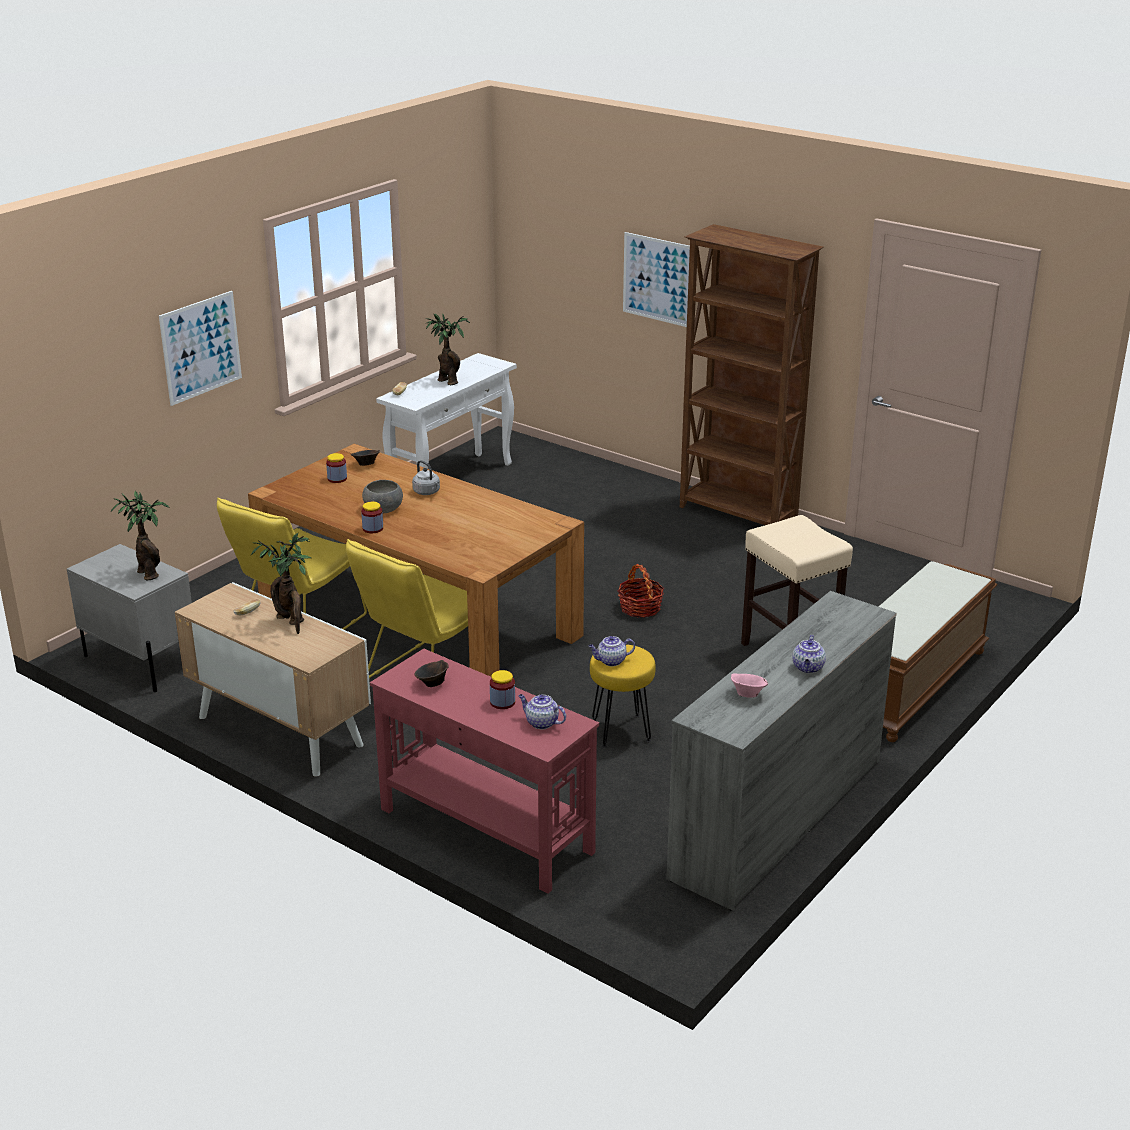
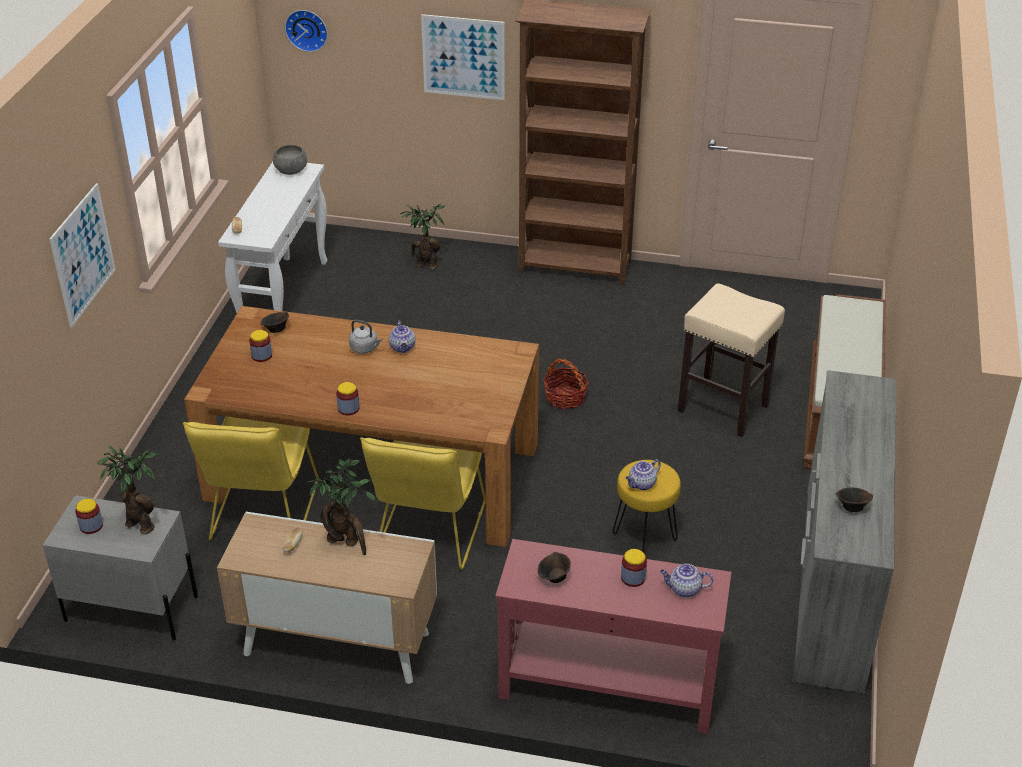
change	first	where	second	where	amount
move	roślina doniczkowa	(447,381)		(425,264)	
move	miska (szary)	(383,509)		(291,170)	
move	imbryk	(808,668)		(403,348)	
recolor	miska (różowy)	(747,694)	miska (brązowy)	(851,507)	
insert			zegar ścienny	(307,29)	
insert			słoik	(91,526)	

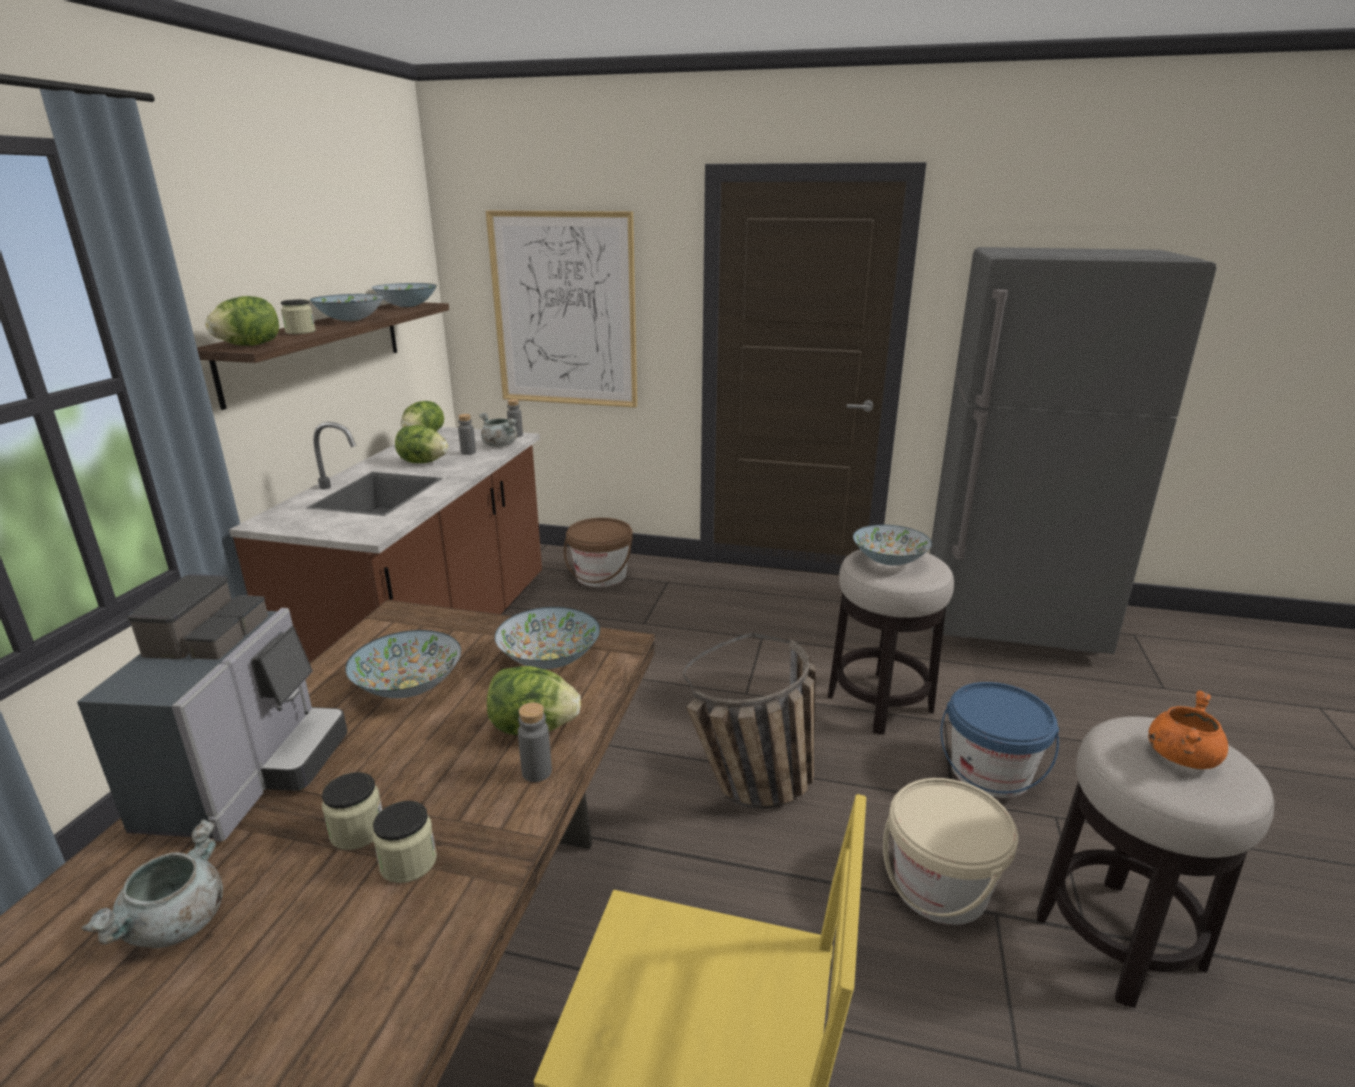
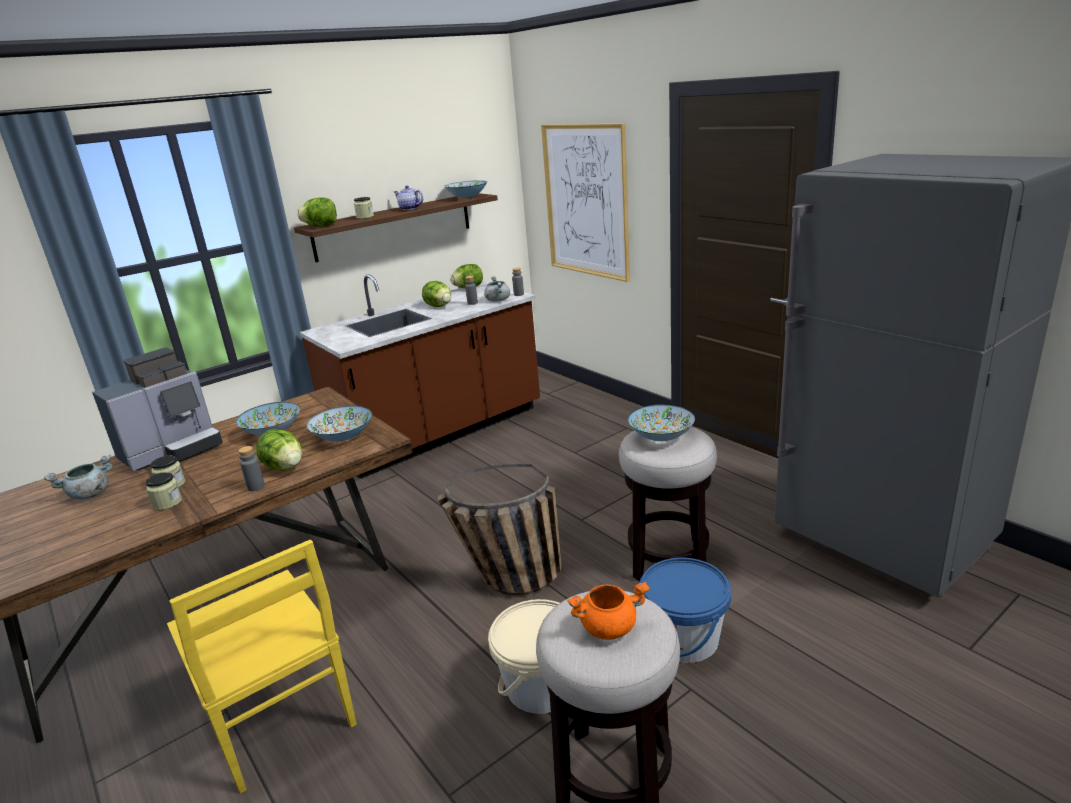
change	first	where	second	where	amount
replace	miska	(350,320)	imbryk	(409,208)	
delete	wiadro (brązowy)	(601,576)			

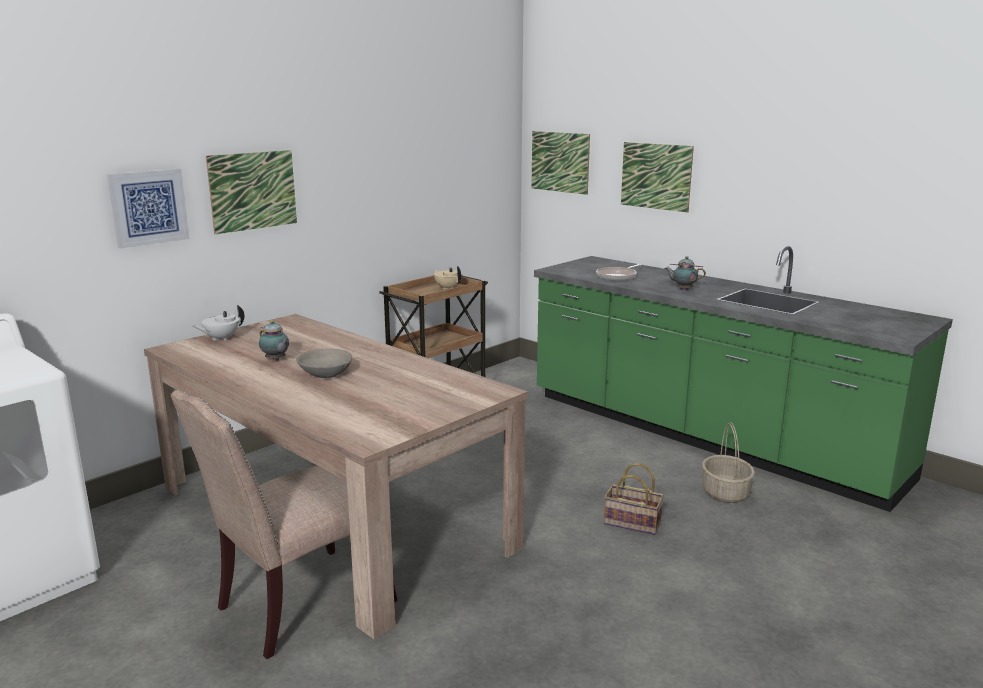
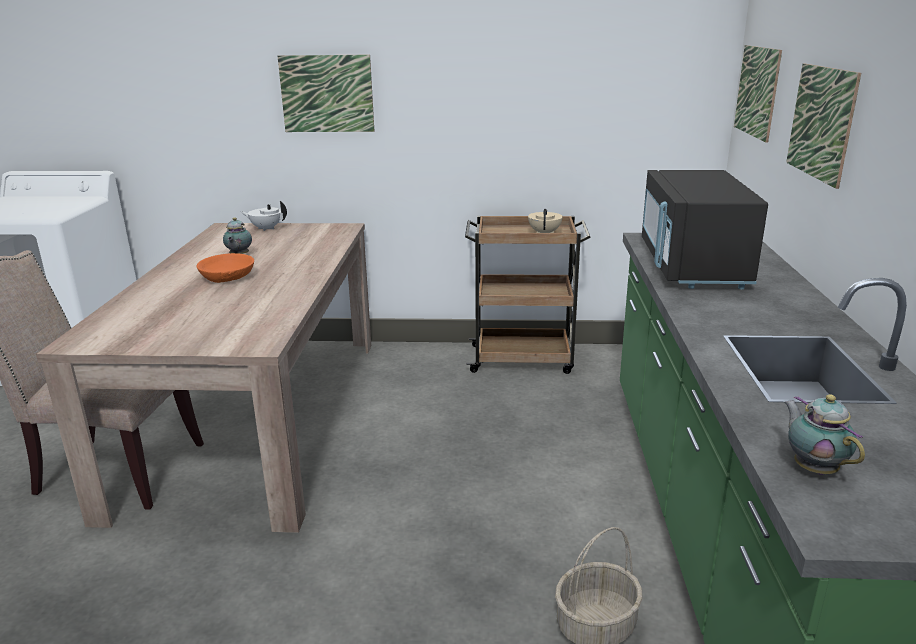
change	first	where	second	where	amount
delete	obraz	(148,207)			
move	imbryk	(683,289)		(813,468)	
replace	patelnia	(618,277)	mikrofalówka (czarny)	(692,266)	
recolor	miska (szary)	(325,373)	miska (pomarańczowy)	(227,277)	
delete	koszyk	(630,523)			

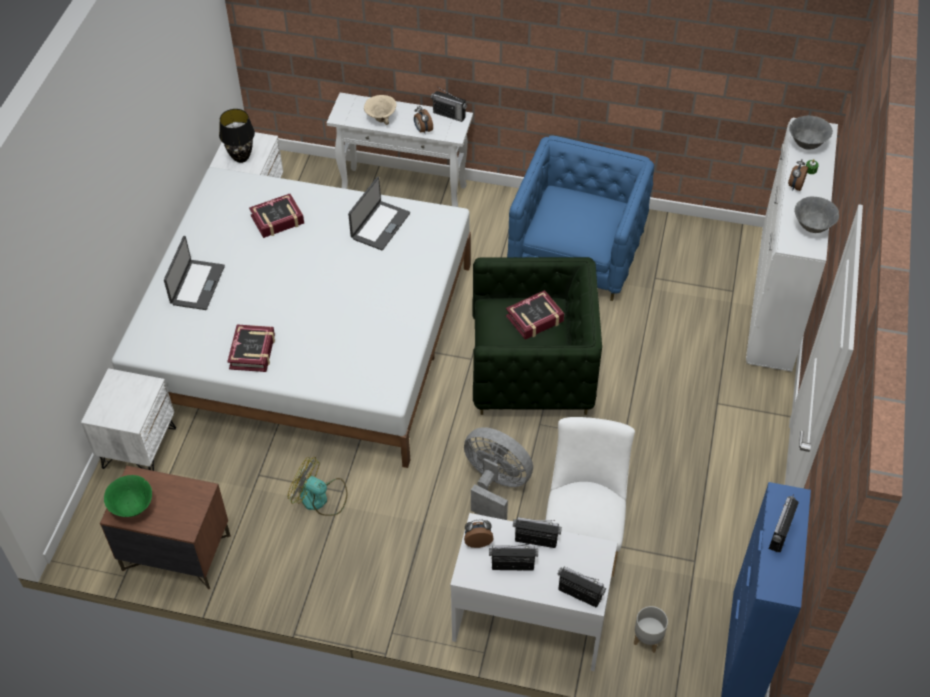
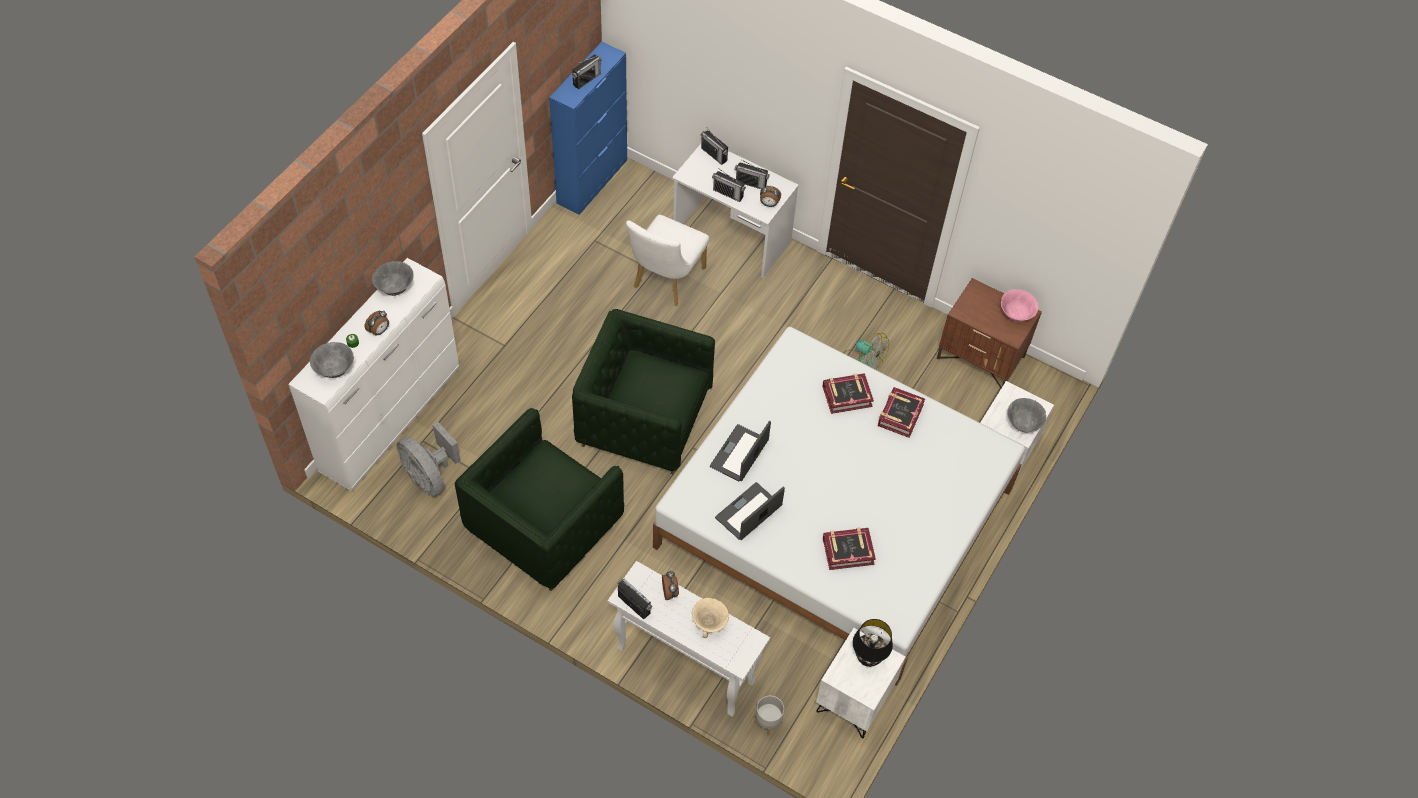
change	first	where	second	where	amount
recolor	fotel (niebieski)	(577,253)	fotel (zielony)	(544,526)	
move	laptop	(197,285)		(740,454)	
move	książka	(535,319)		(847,396)	
move	wentylator (szary)	(495,486)		(430,477)	
recolor	miska (zielony)	(132,507)	miska (różowy)	(1016,315)	
move	donica (szary)	(648,639)		(767,723)	
insert			miska (szary)	(1023,424)	

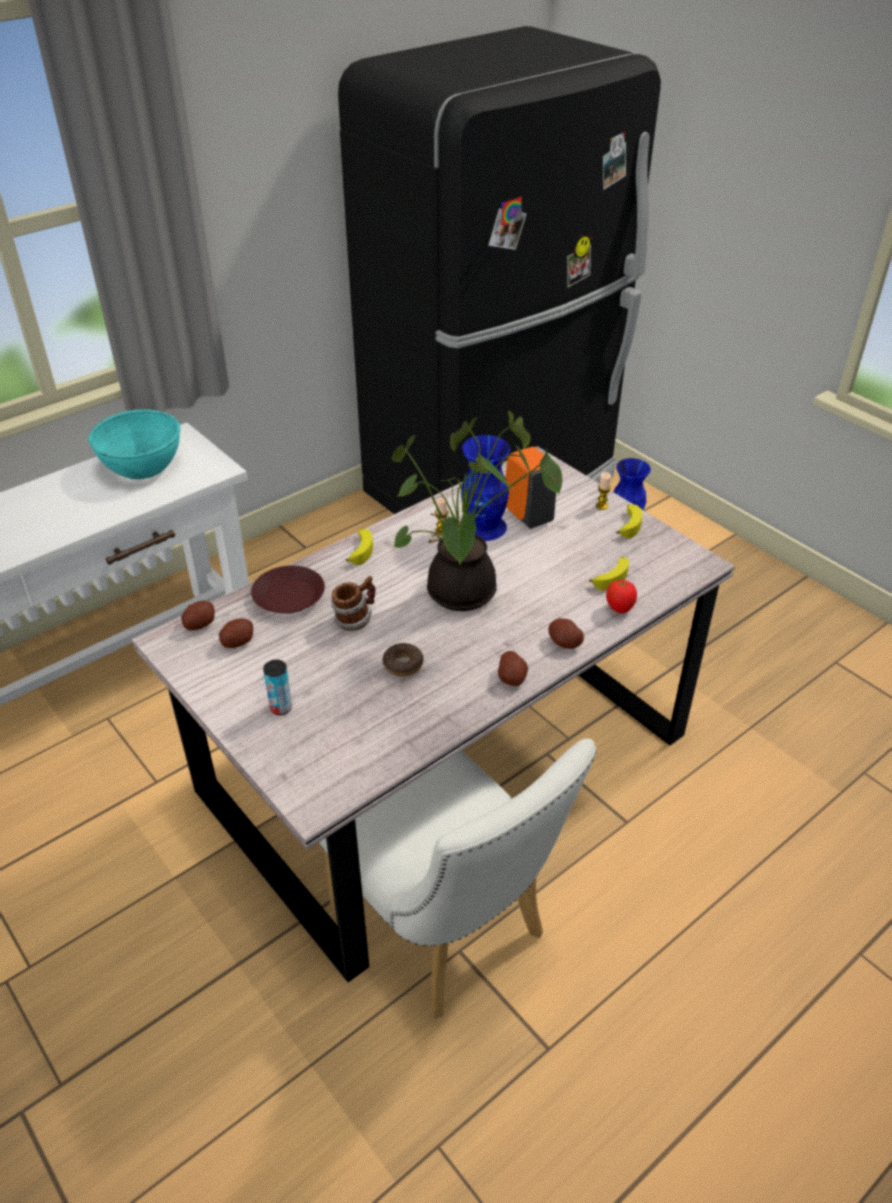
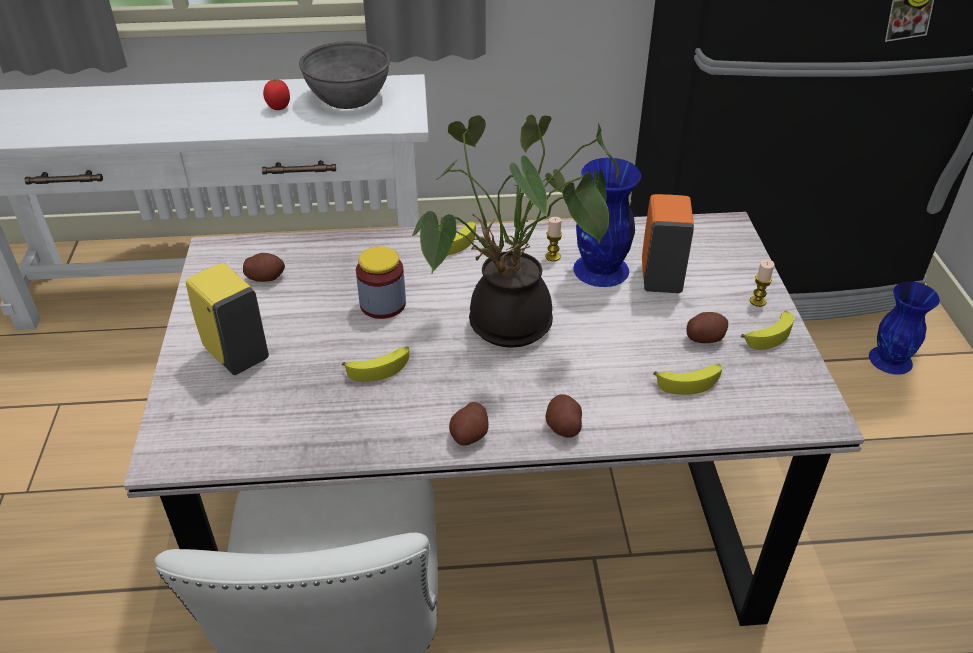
change	first	where	second	where	amount
recolor	miska (turkusowy)	(142,466)	miska (szary)	(349,98)	
delete	talerz (brązowy)	(289,596)			
replace	kubek	(355,619)	słoik	(383,304)	
move	pomidor	(619,609)		(279,108)	
move	ziemniak	(200,624)		(704,338)	
replace	donut	(403,664)	banan	(380,367)	
replace	puszka	(281,708)	dozownik mydła (żółty)	(235,353)	

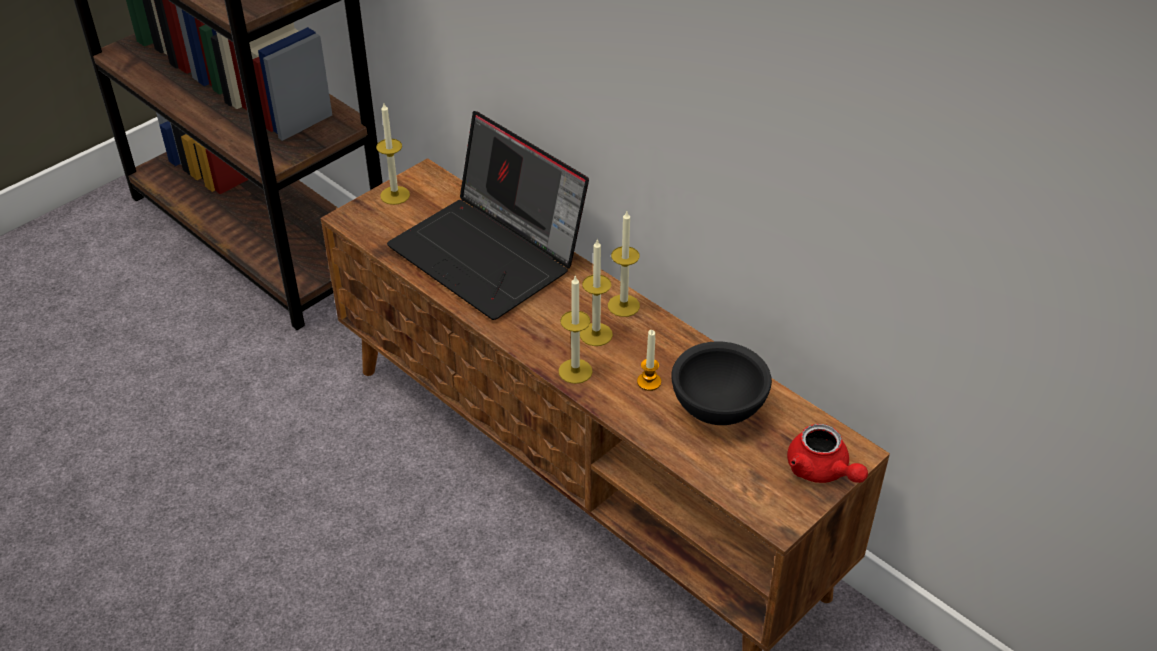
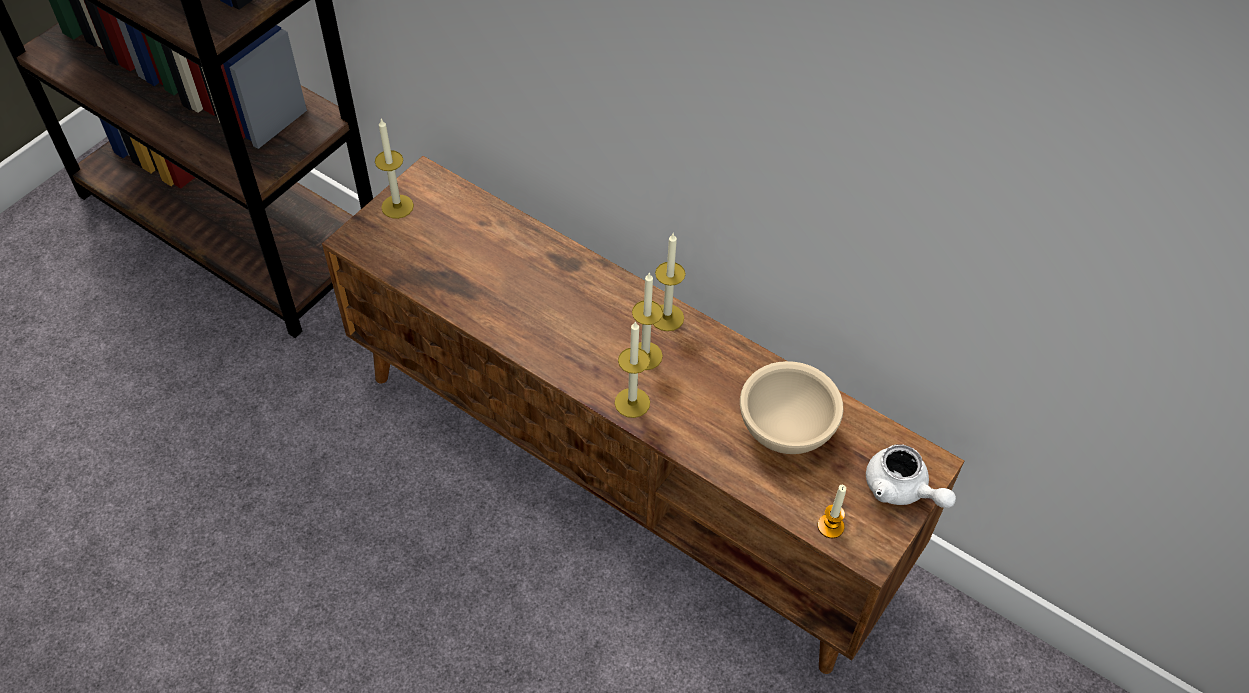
change	first	where	second	where	amount
delete	laptop	(490,255)			
move	świeca	(649,382)		(830,526)	
recolor	miska (czarny)	(719,408)	miska (beżowy)	(787,428)	
recolor	imbryk (czerwony)	(822,471)	imbryk (biały)	(902,490)	

